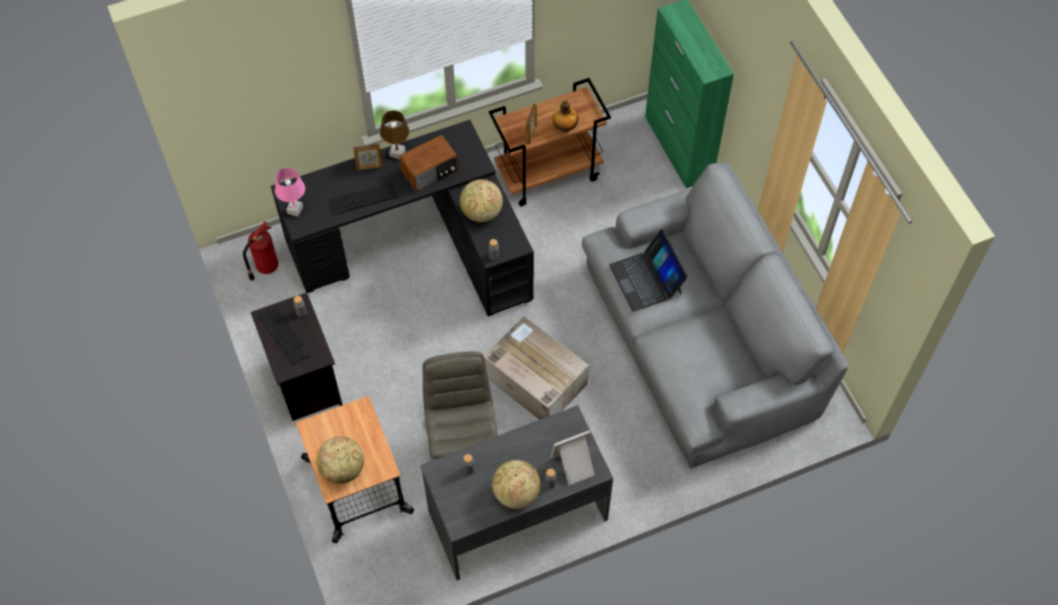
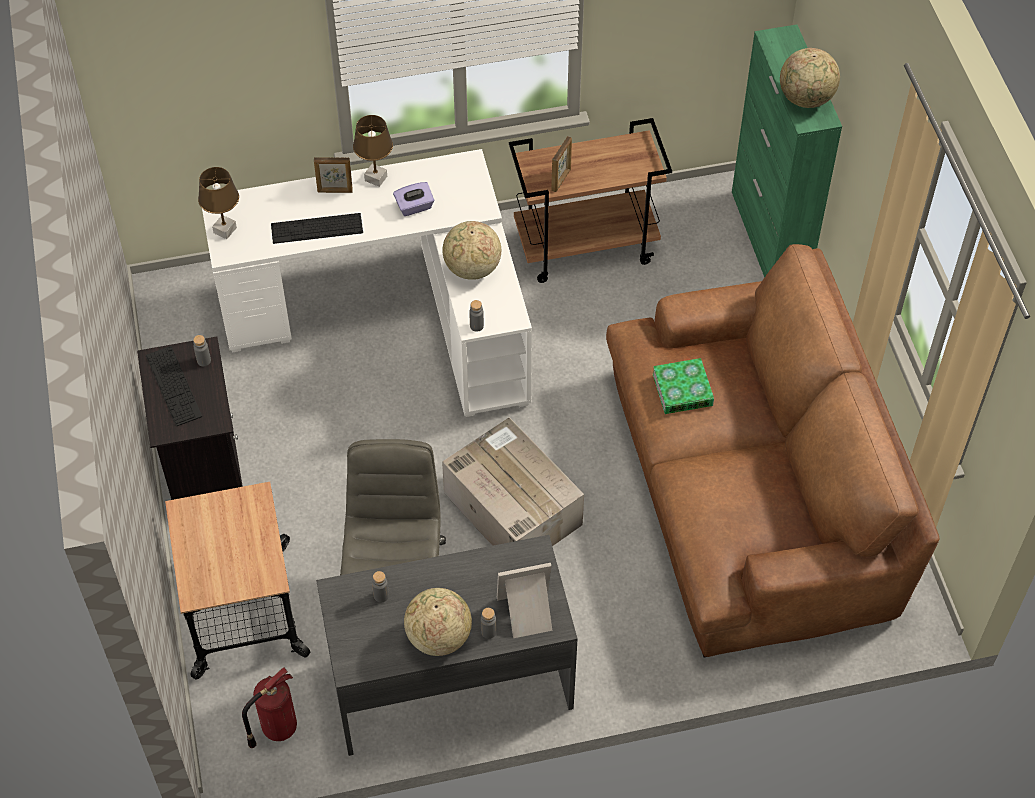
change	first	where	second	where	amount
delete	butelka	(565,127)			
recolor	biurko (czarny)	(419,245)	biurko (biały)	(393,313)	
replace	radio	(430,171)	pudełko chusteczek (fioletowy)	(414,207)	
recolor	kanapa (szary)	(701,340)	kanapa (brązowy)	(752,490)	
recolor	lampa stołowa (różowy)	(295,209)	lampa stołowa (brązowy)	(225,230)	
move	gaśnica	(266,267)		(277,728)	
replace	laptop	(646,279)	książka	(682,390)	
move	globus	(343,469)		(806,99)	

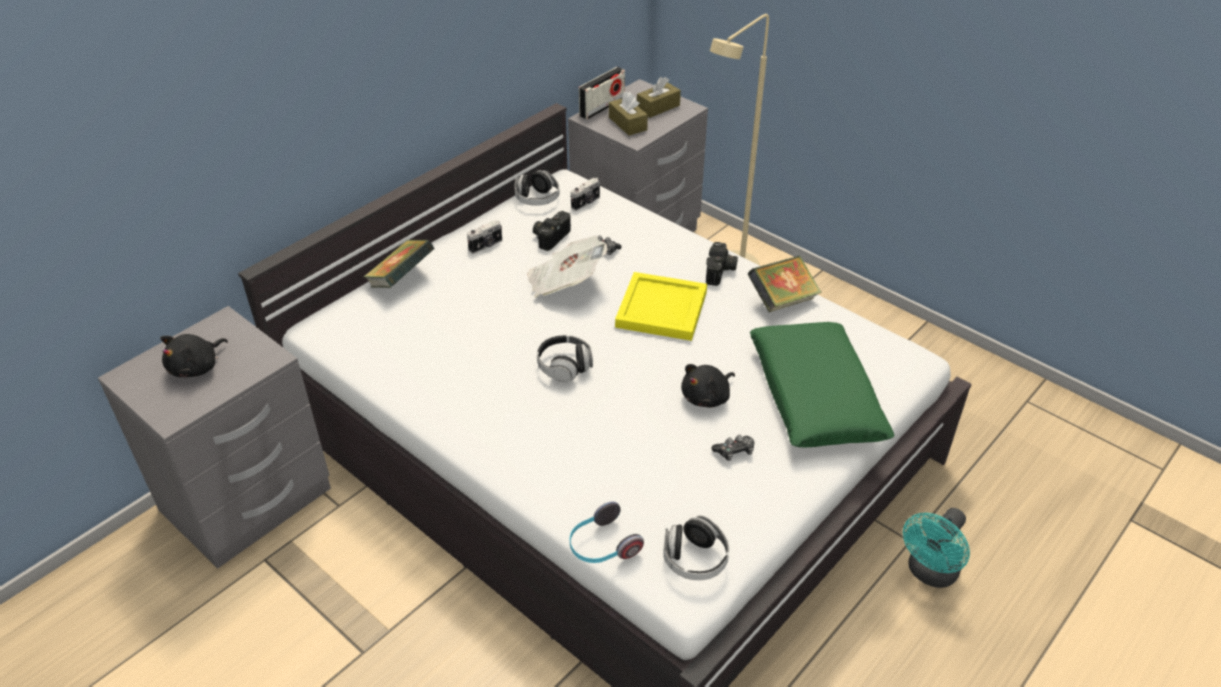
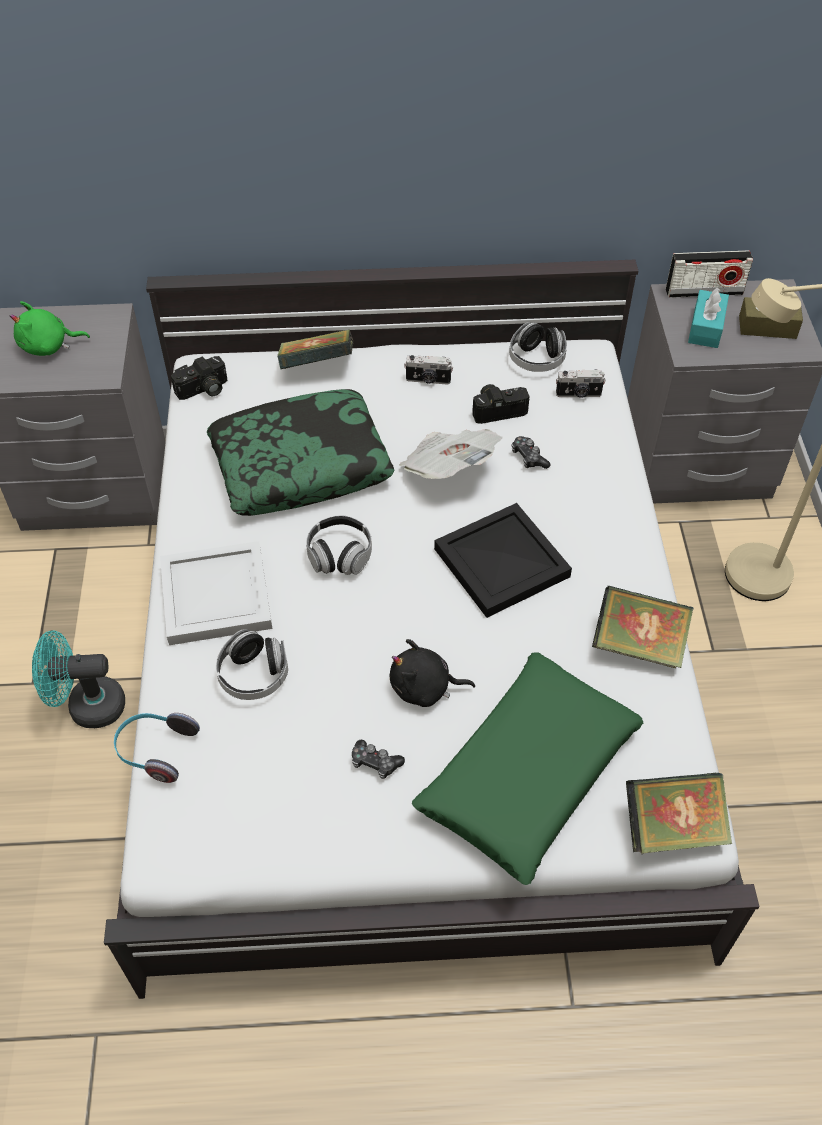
change	first	where	second	where	amount
recolor	pudełko chusteczek (brązowy)	(627,124)	pudełko chusteczek (turkusowy)	(706,328)	
move	aparat fotograficzny	(721,272)		(203,390)	
recolor	taca (żółty)	(663,309)	taca (czarny)	(503,563)	
recolor	pluszak (czarny)	(197,367)	pluszak (zielony)	(48,346)	
move	wentylator (turkusowy)	(929,573)		(87,706)	
move	słuchawki	(694,559)		(254,675)	
insert			poduszka	(301,464)	
insert			taca (biały)	(217,594)	
insert			książka	(672,827)	

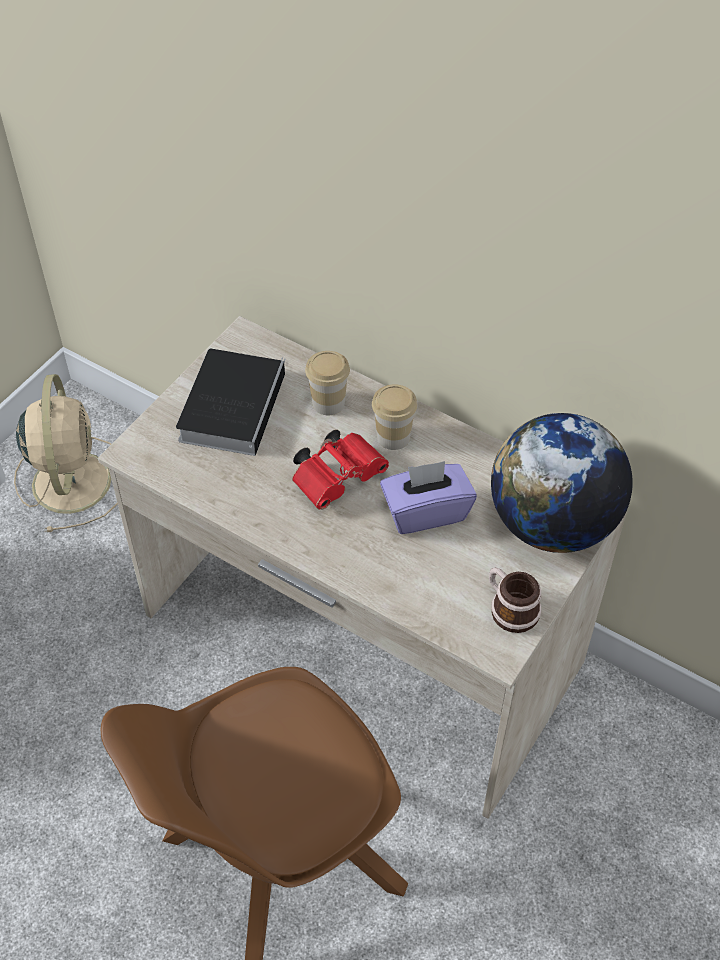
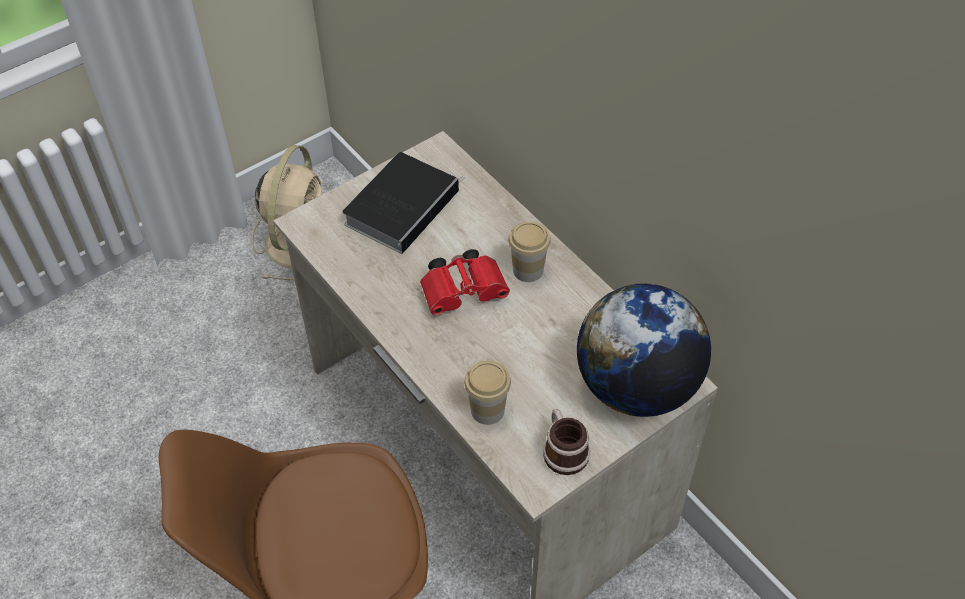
change	first	where	second	where	amount
move	filiżanka	(328,403)		(487,410)	
delete	pudełko chusteczek (fioletowy)	(425,511)			

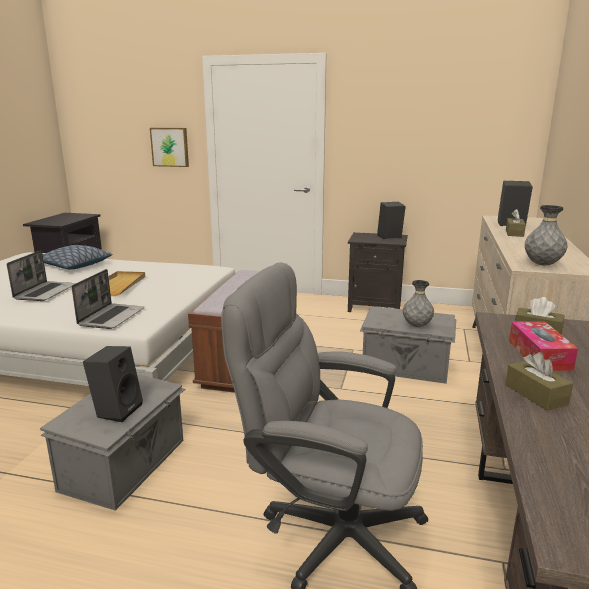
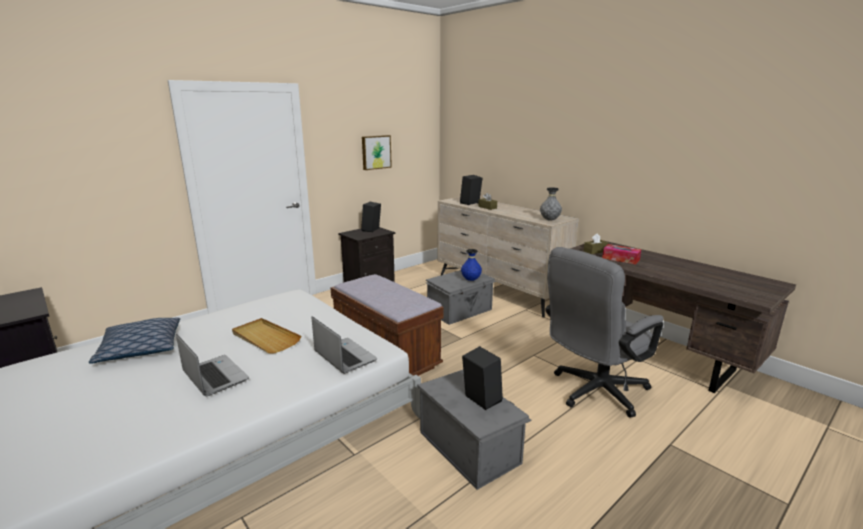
change	first	where	second	where	amount
move	obraz	(170,147)		(375,152)	
recolor	wazon (szary)	(417,326)	wazon (niebieski)	(471,280)	
delete	pudełko chusteczek (brązowy)	(536,394)			

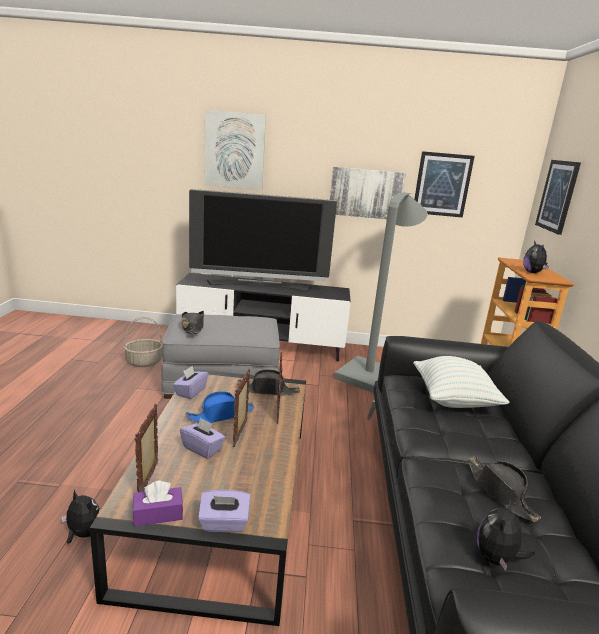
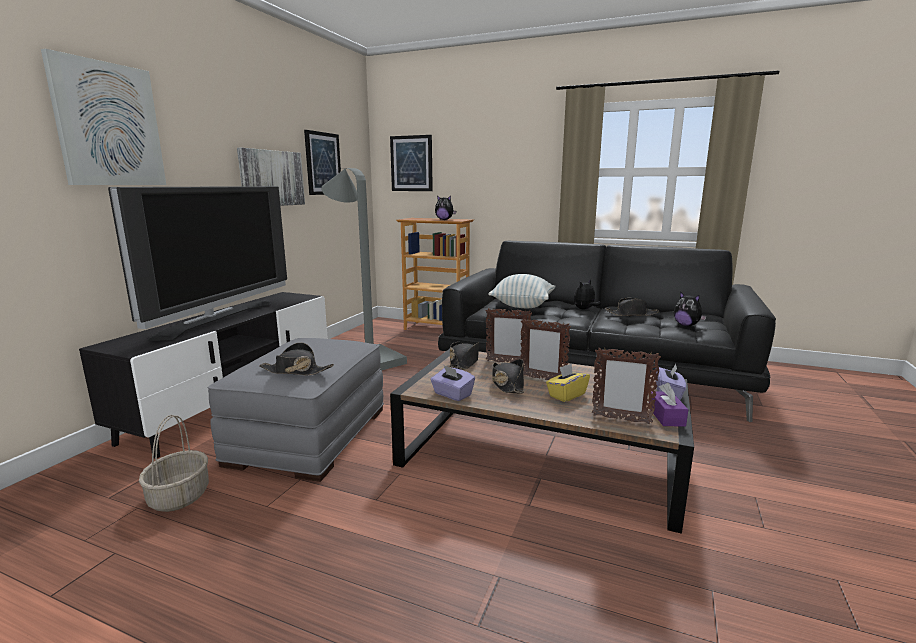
change	first	where	second	where	amount
recolor	kapelusz (niebieski)	(220,415)	kapelusz (czarny)	(507,384)	
recolor	pudełko chusteczek (fioletowy)	(202,448)	pudełko chusteczek (żółty)	(566,395)	
move	pluszak	(83,534)		(584,309)	

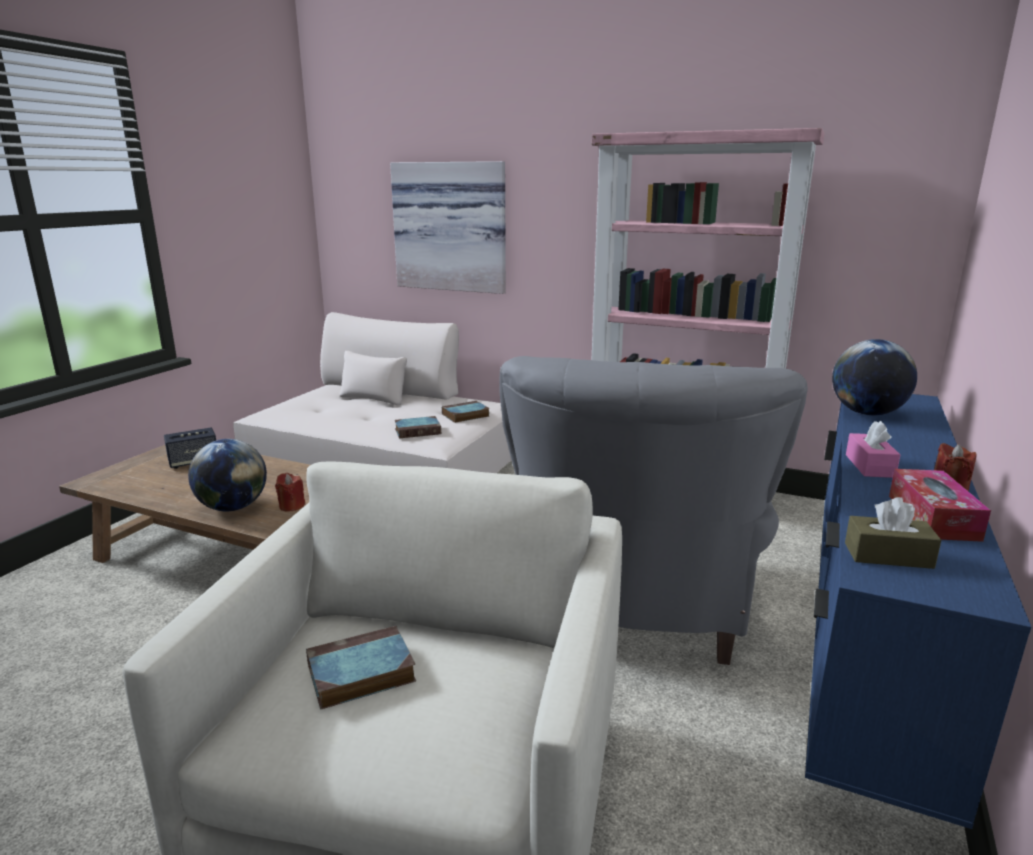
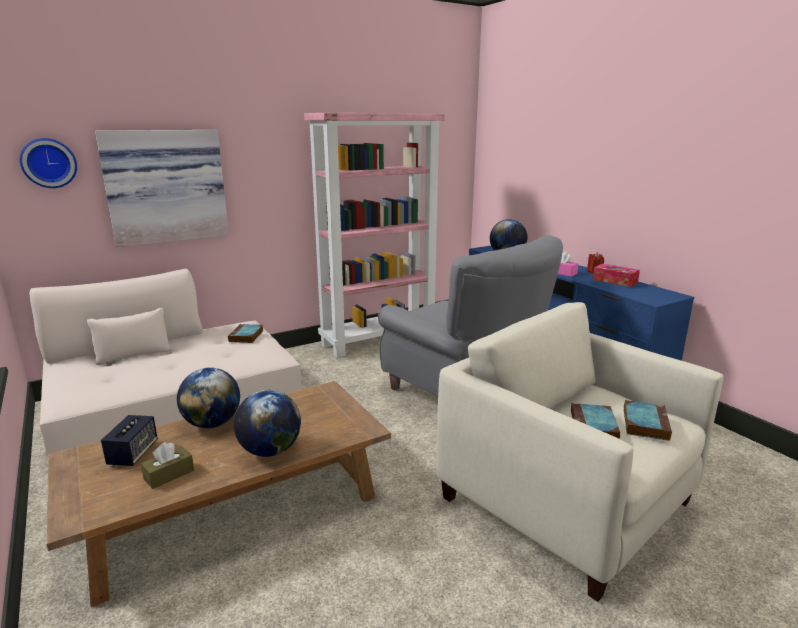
change	first	where	second	where	amount
move	książka	(418,431)		(644,423)	
delete	świeca (czerwony)	(291,506)			
move	pudełko chusteczek (brązowy)	(888,555)		(169,474)	
insert			zegar ścienny	(49,163)	
insert			globus	(212,423)	

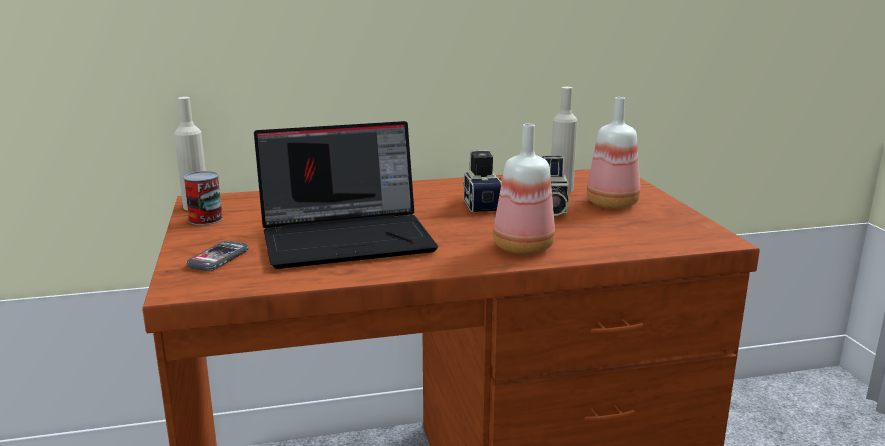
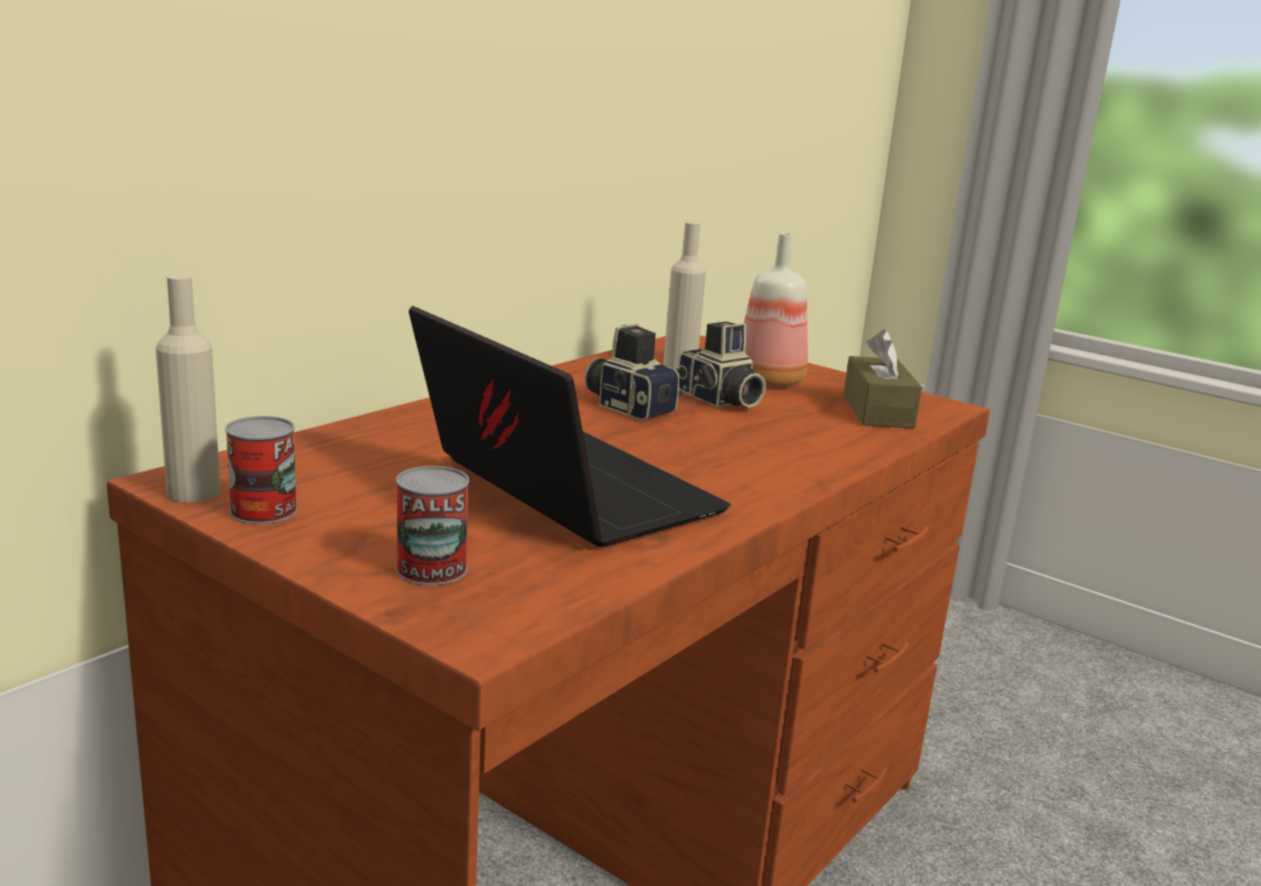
change	first	where	second	where	amount
rotate	laptop	(348,238)		(559,490)	75 degrees counterclockwise
delete	butelka	(521,247)			
replace	telefon	(218,258)	puszka	(431,569)	
insert			pudełko chusteczek (brązowy)	(877,411)	

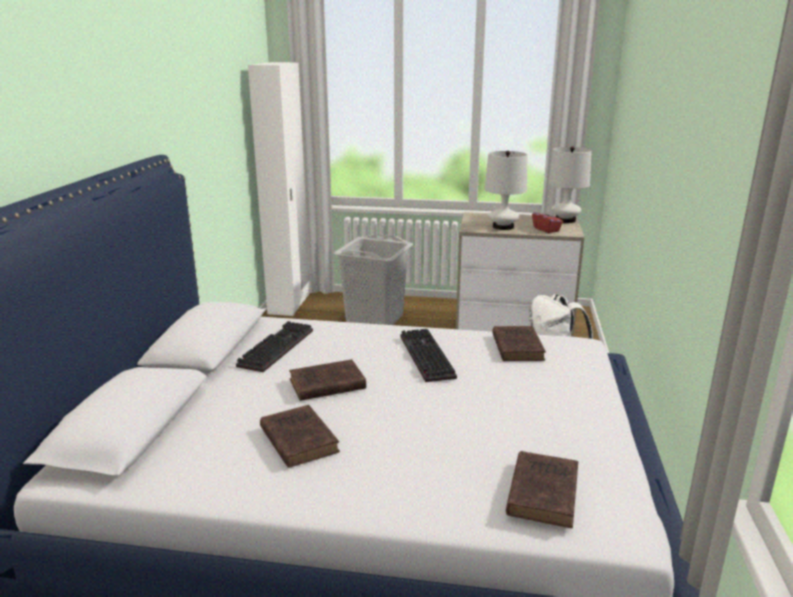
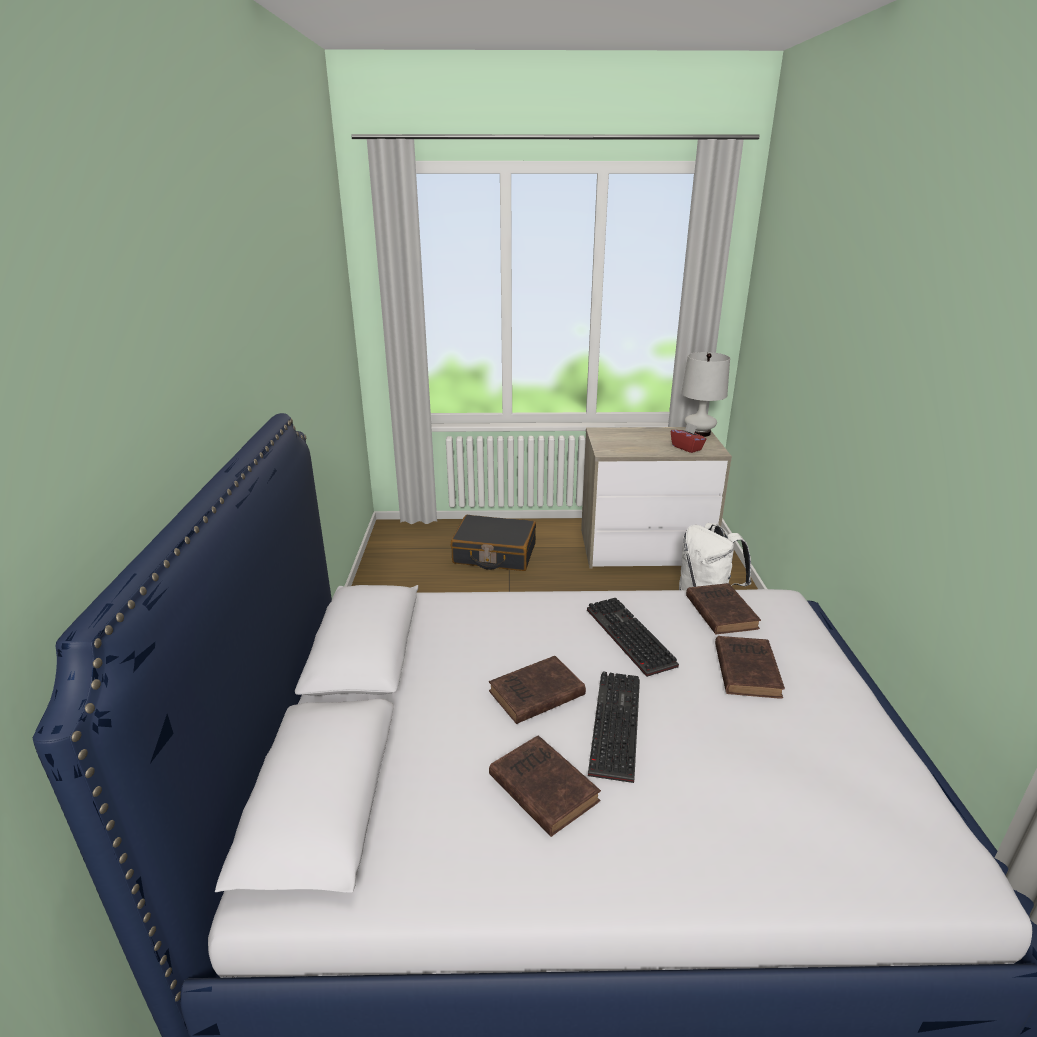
change	first	where	second	where	amount
delete	szafa (biały)	(291,302)			
delete	lampa stołowa (biały)	(503,227)			
replace	kosz na pranie (szary)	(375,320)	walizka (czarny)	(494,554)	
move	klawiatura	(275,347)		(613,723)	
move	książka (brązowy)	(543,491)		(746,669)	

